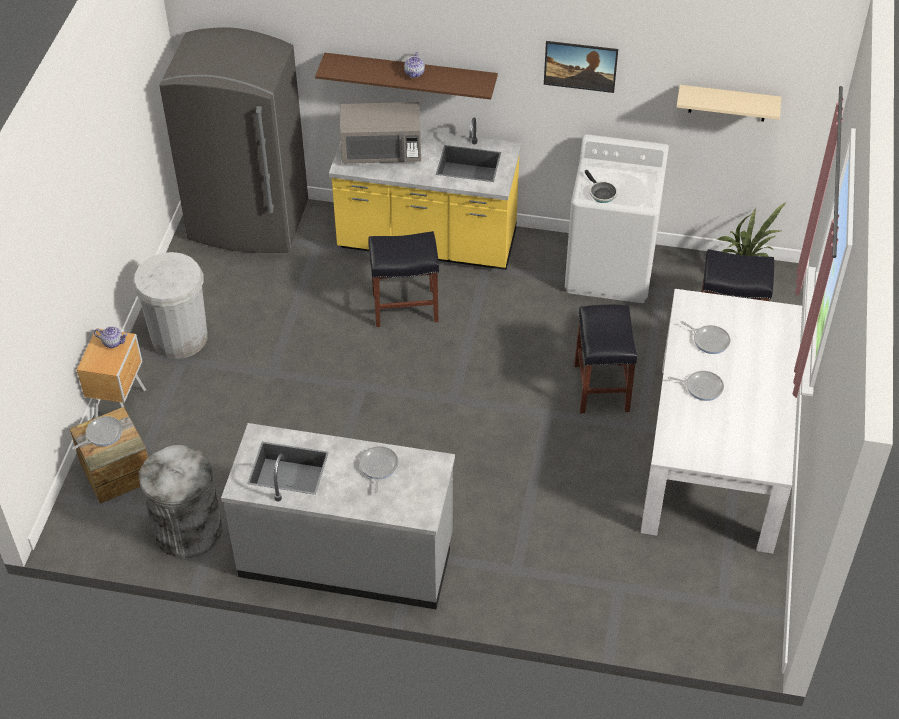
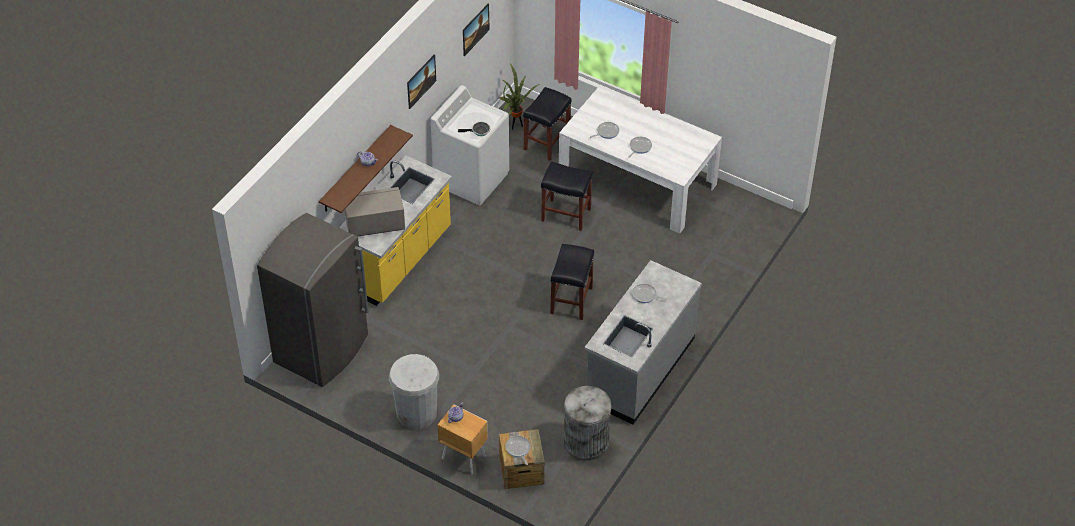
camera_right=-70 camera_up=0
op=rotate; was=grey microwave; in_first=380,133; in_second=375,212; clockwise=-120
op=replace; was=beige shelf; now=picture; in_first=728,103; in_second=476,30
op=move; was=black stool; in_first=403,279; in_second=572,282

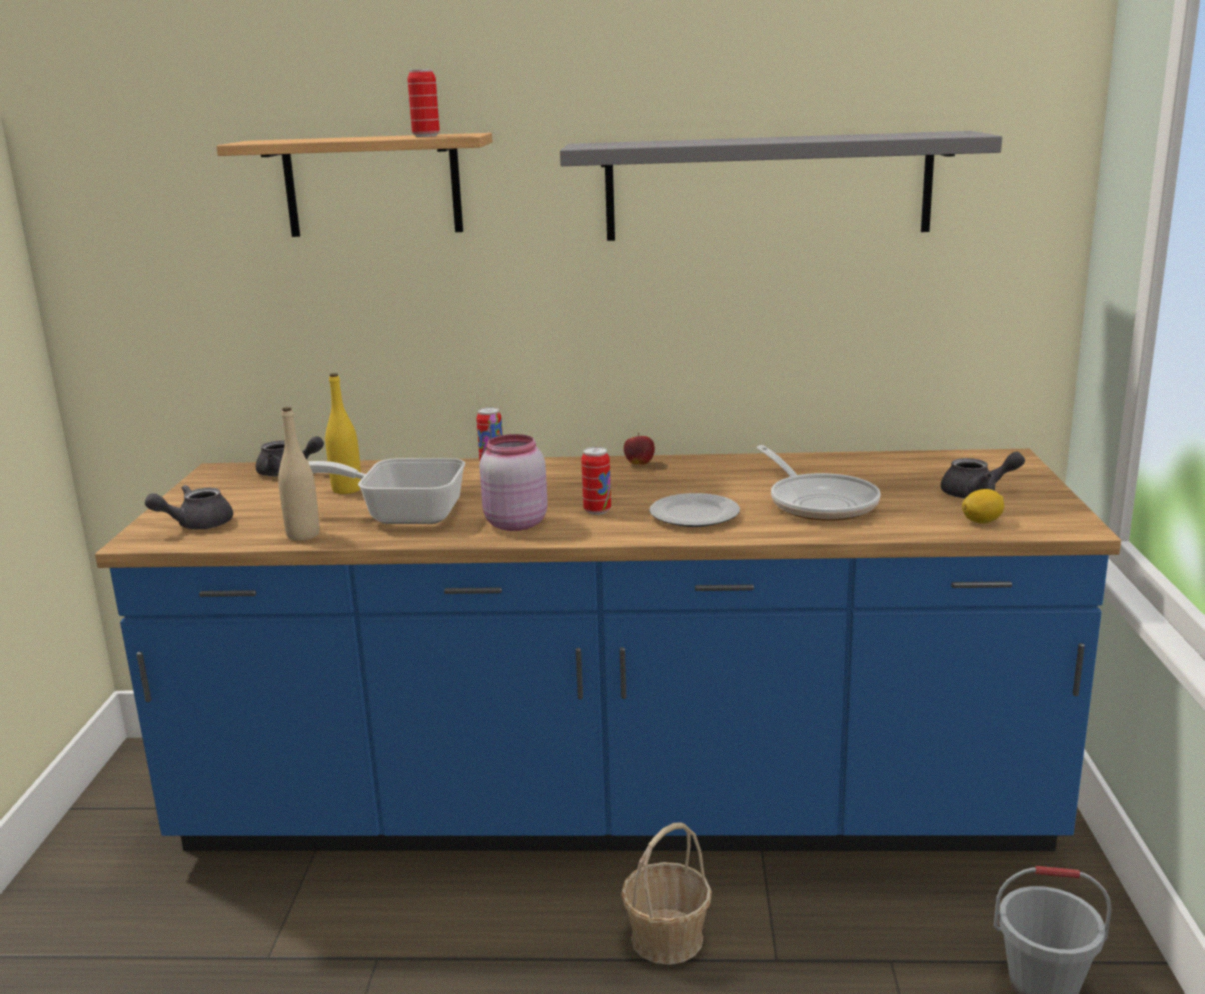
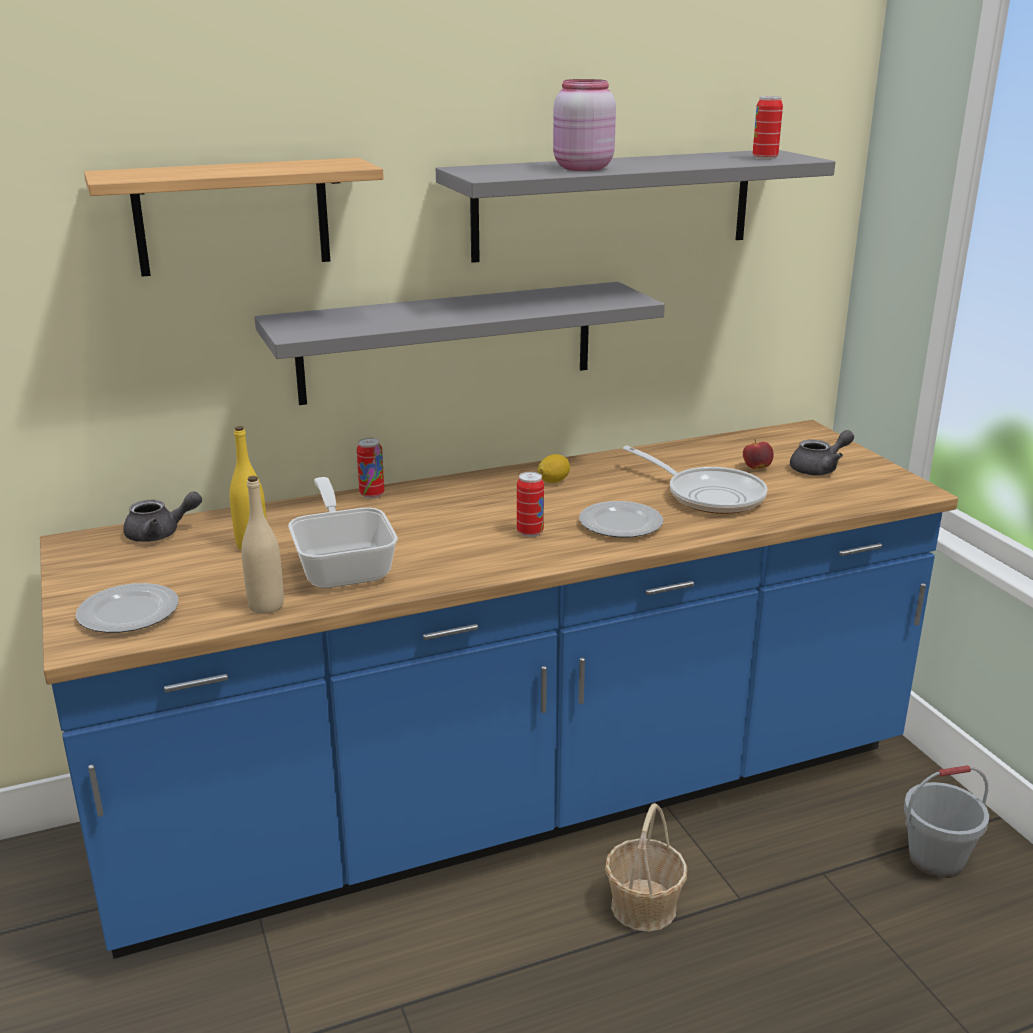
camera_right=-25 camera_up=5
op=replace; was=grey teapot; now=plate; in_first=189,507; in_second=127,608
op=insert; now=grey shelf; in_second=460,343
op=rotate; was=frying pan; in_first=386,491; in_second=343,532; clockwise=90
op=move; was=lemon; in_first=983,506; in_second=554,468
op=move; was=pink jar; in_first=514,482; in_second=584,125
op=move; was=apple; in_first=639,448; in_second=758,454
op=move; was=can; in_first=424,103; in_second=768,128

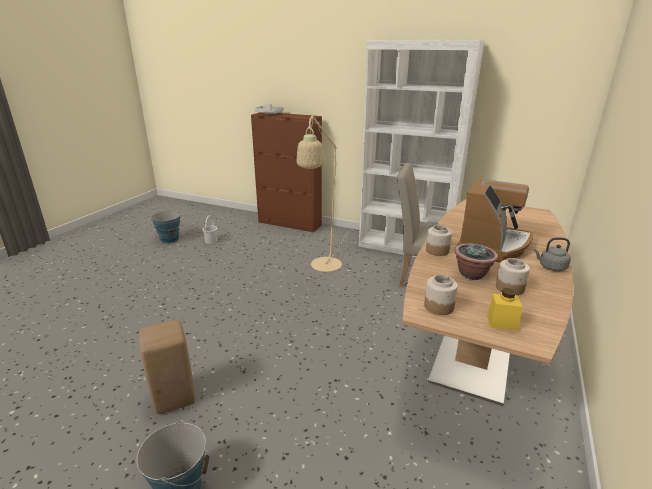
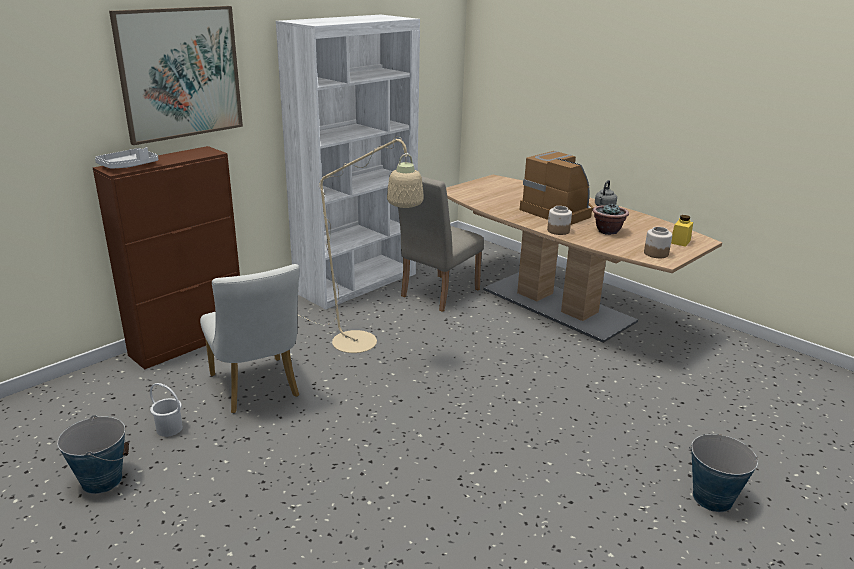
camera_right=-70 camera_up=0
op=insert; now=picture; in_second=176,75
op=insert; now=white chair; in_second=249,338
op=delete; was=beige stool; in_first=167,367
op=delete; was=jar; in_first=513,276

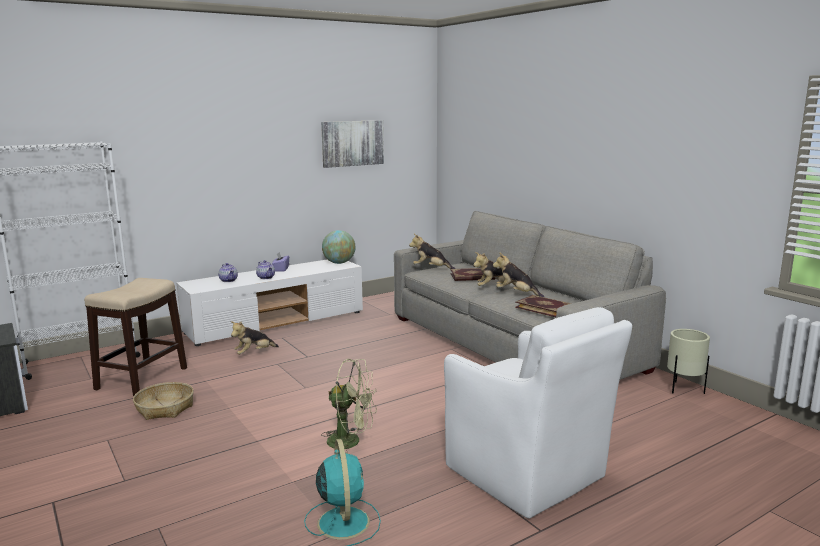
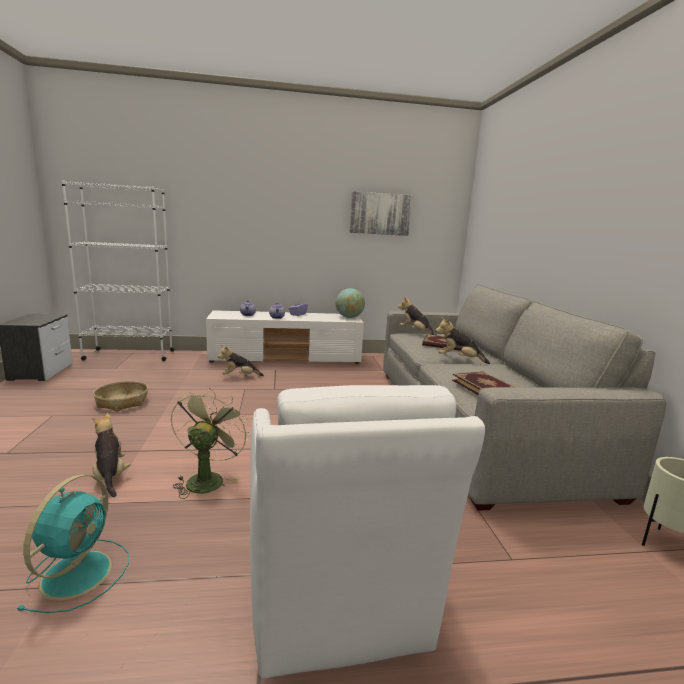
camera_right=25 camera_up=0
op=move; was=plush toy; in_first=518,274; in_second=111,455
op=rotate; was=green fan; in_first=348,406; in_second=210,443; clockwise=-120
op=delete; was=stool; in_first=135,337

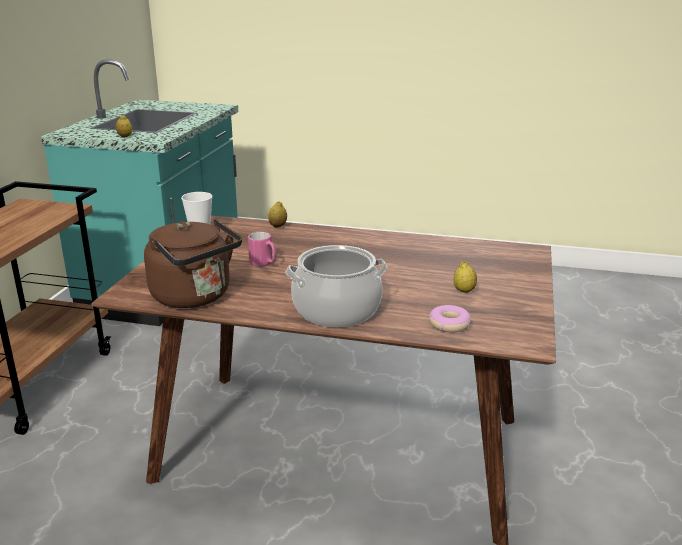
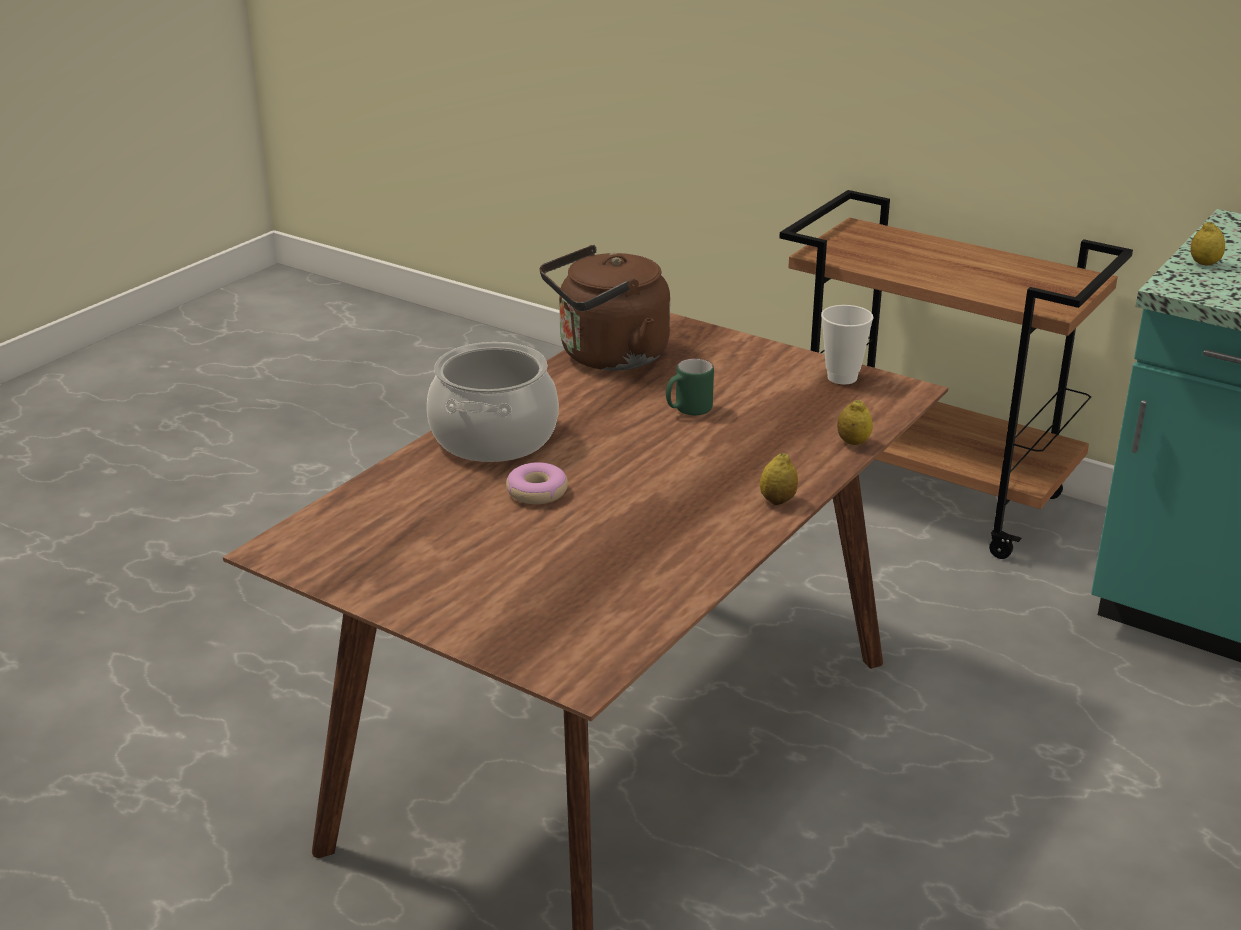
camera_right=110 camera_up=5
op=move; was=donut; in_first=450,318; in_second=537,483
op=recolor; was=pink mug; now=green mug; in_first=262,249; in_second=690,386
op=move; was=lemon; in_first=465,277; in_second=779,479

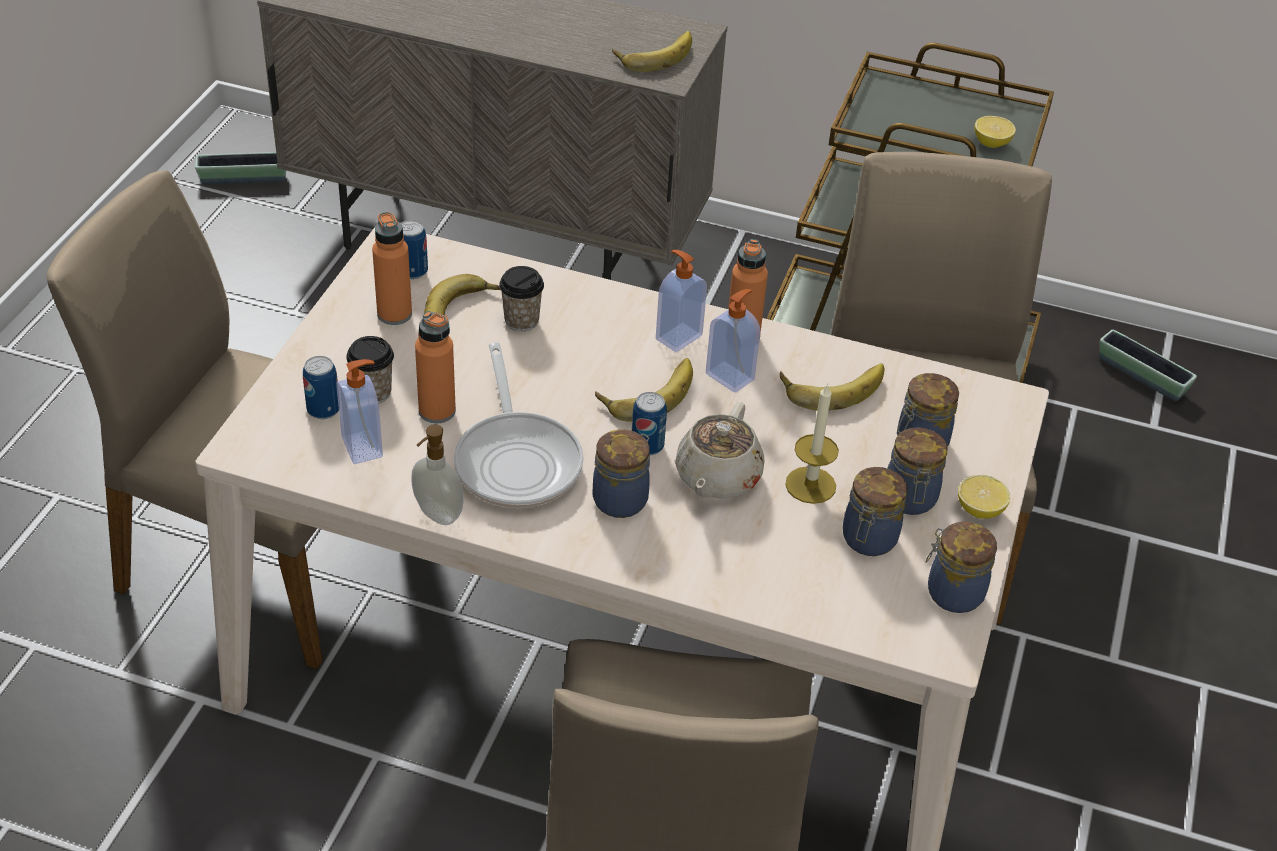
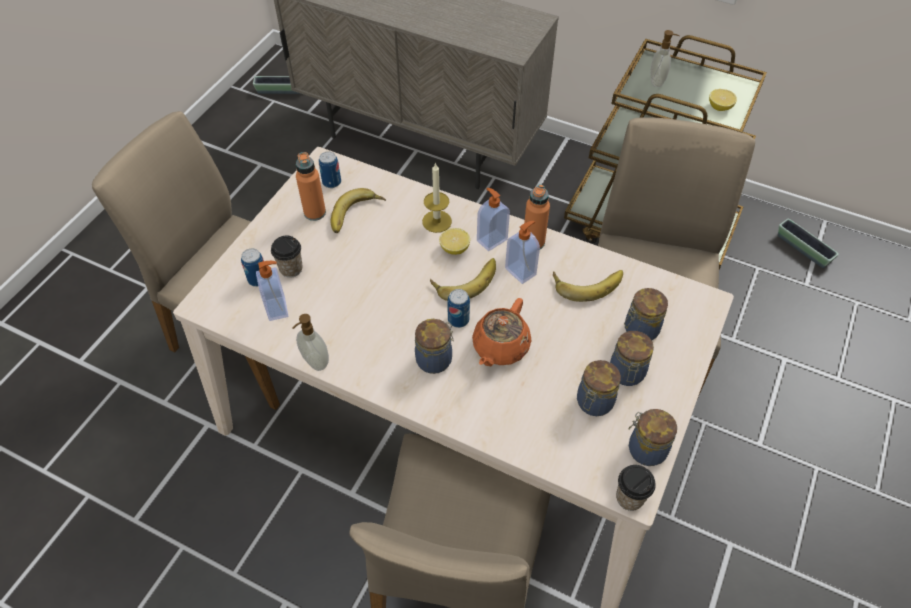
camera_right=10 camera_up=10
op=move; was=candle; in_first=812,443; in_second=437,197
op=move; was=lemon; in_first=984,497; in_second=454,241
op=recolor; was=beige teapot; now=orange teapot; in_first=719,450; in_second=501,332
op=move; was=cup; in_first=521,298; in_second=636,488
op=insert; now=soap dispenser; in_second=665,58
op=delete; was=orange bottle; in_first=435,367
op=delete; was=frying pan; in_first=518,425
op=delete; was=banana; in_first=652,51

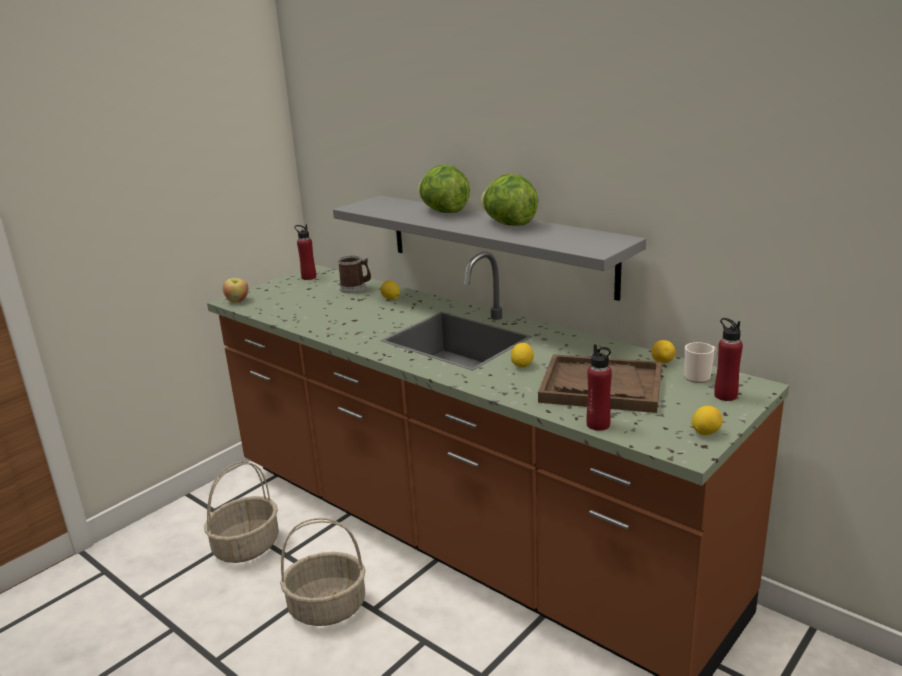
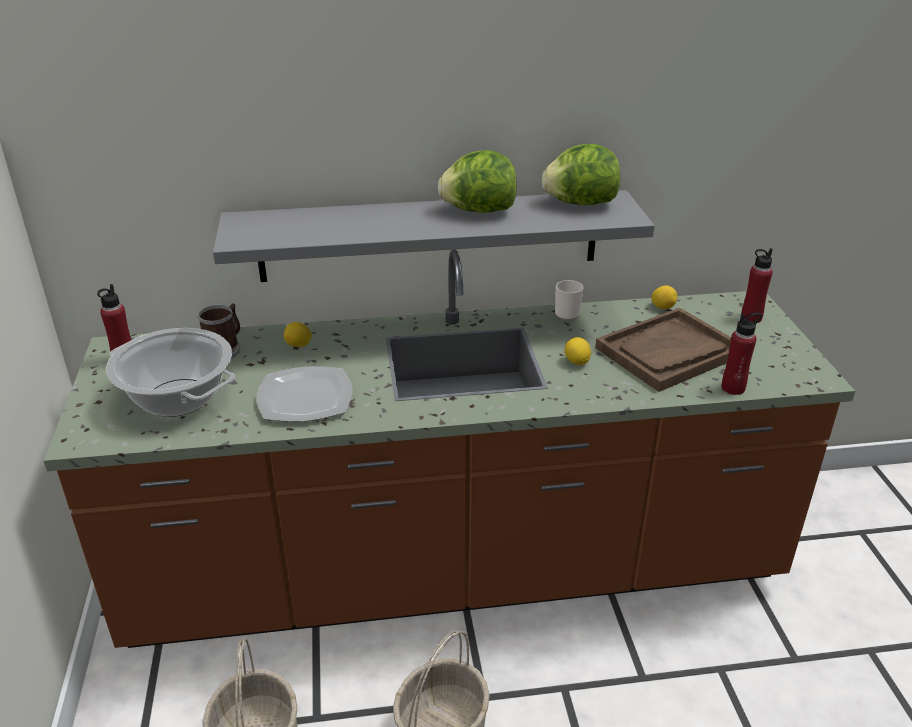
camera_right=-50 camera_up=10
op=insert; now=cooking pot; in_second=170,372
op=insert; now=plate; in_second=304,394
op=move; was=lettuce; in_first=444,189; in_second=581,174
op=move; was=mug; in_first=700,362; in_second=569,300
op=delete; was=apple; in_first=235,290
op=delete; was=lemon; in_first=706,420

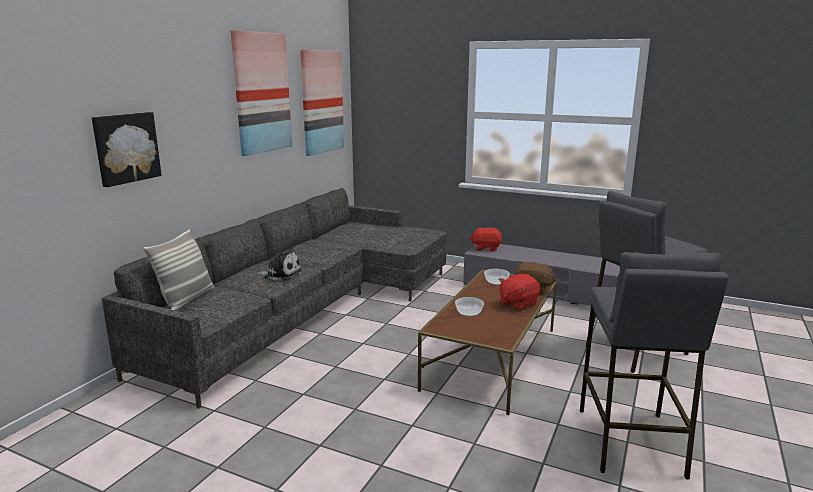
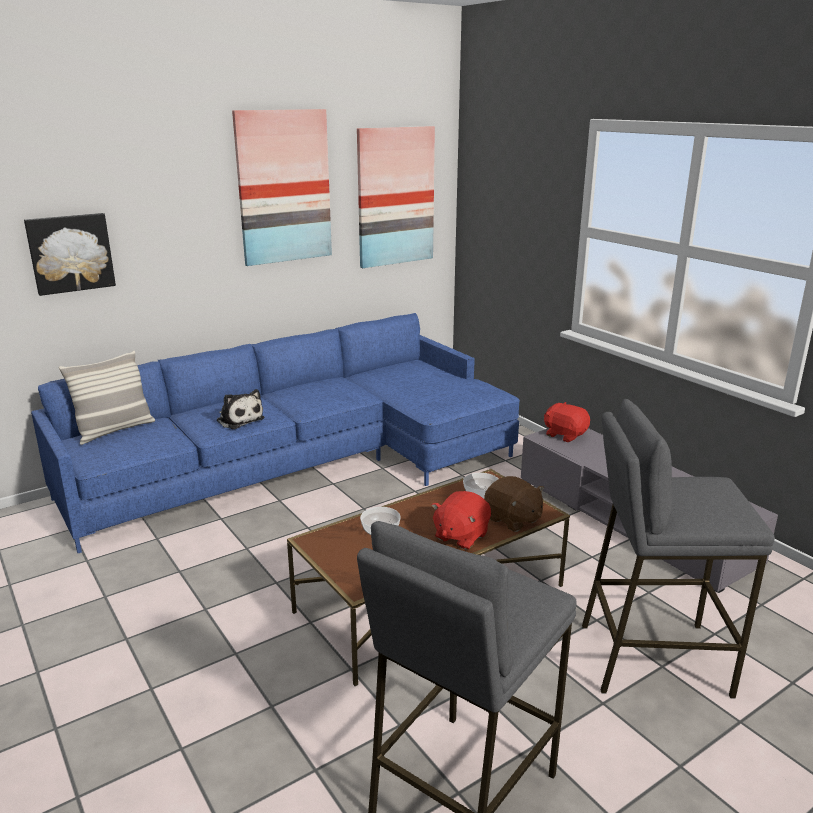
camera_right=30 camera_up=5
op=recolor; was=grey sofa; now=blue sofa; in_first=274,298; in_second=275,433
op=rotate; was=red plush toy; in_first=519,292; in_second=461,520; clockwise=-45

